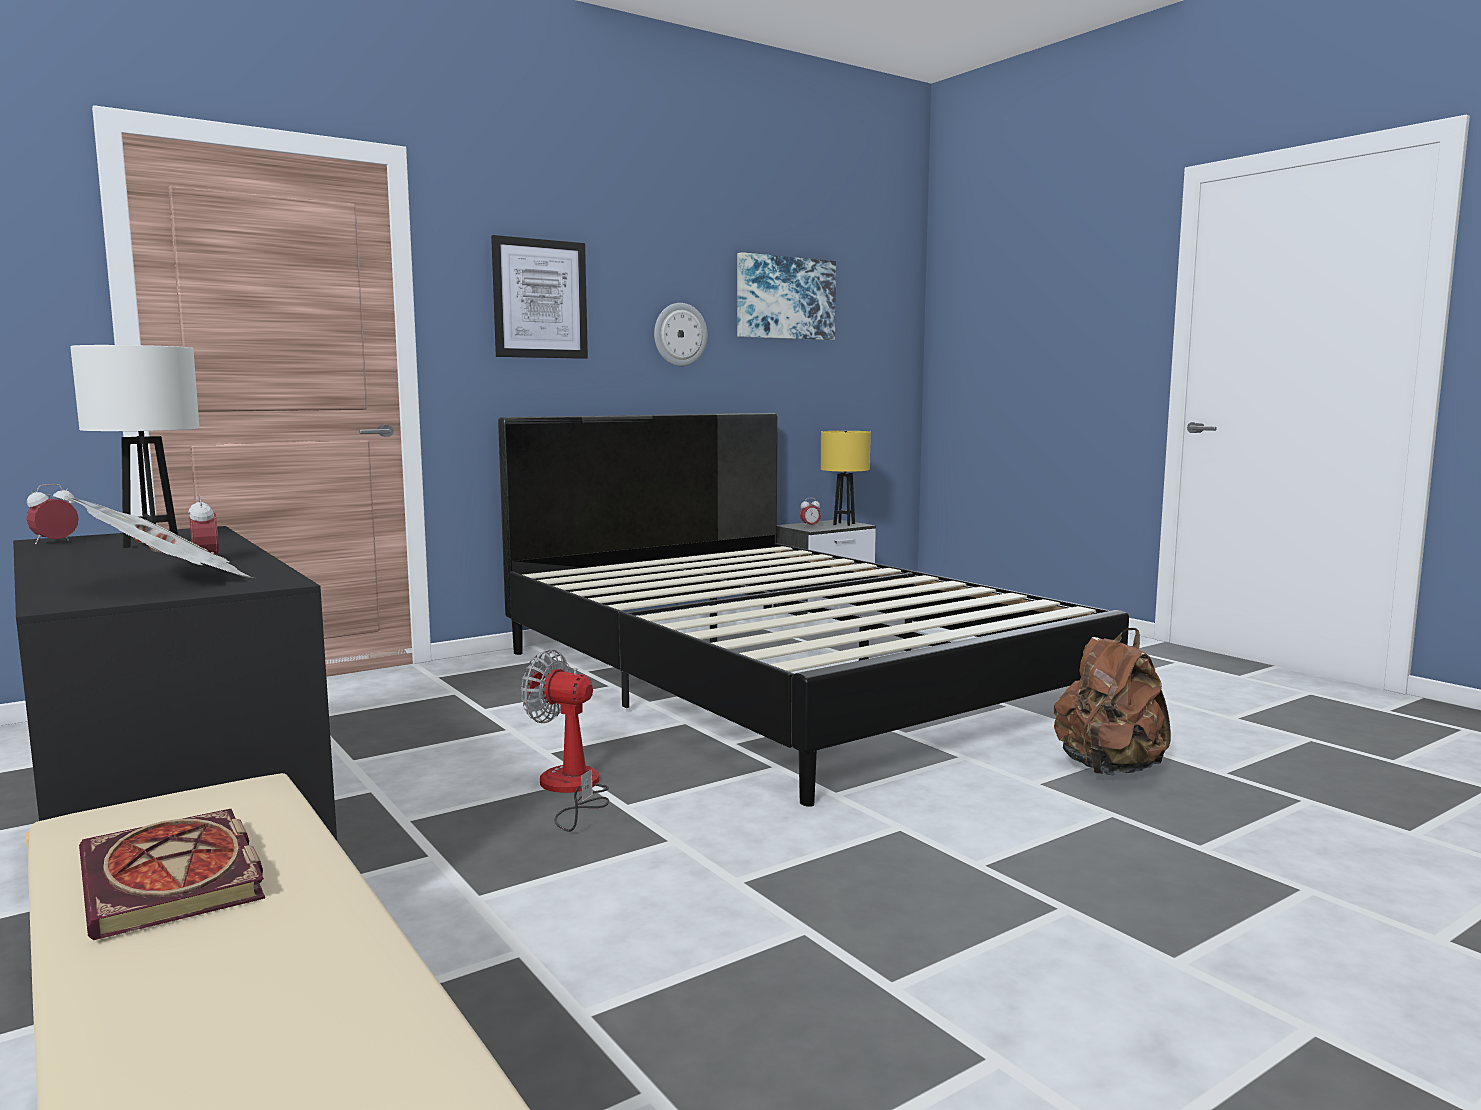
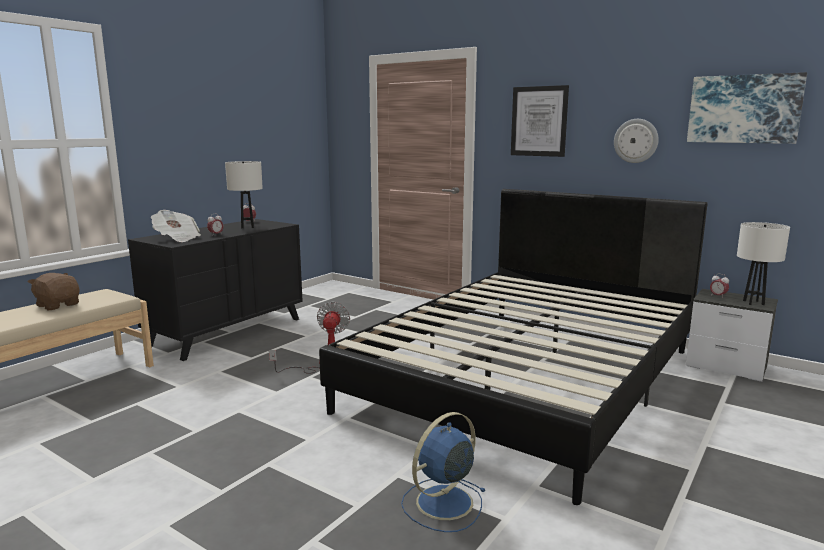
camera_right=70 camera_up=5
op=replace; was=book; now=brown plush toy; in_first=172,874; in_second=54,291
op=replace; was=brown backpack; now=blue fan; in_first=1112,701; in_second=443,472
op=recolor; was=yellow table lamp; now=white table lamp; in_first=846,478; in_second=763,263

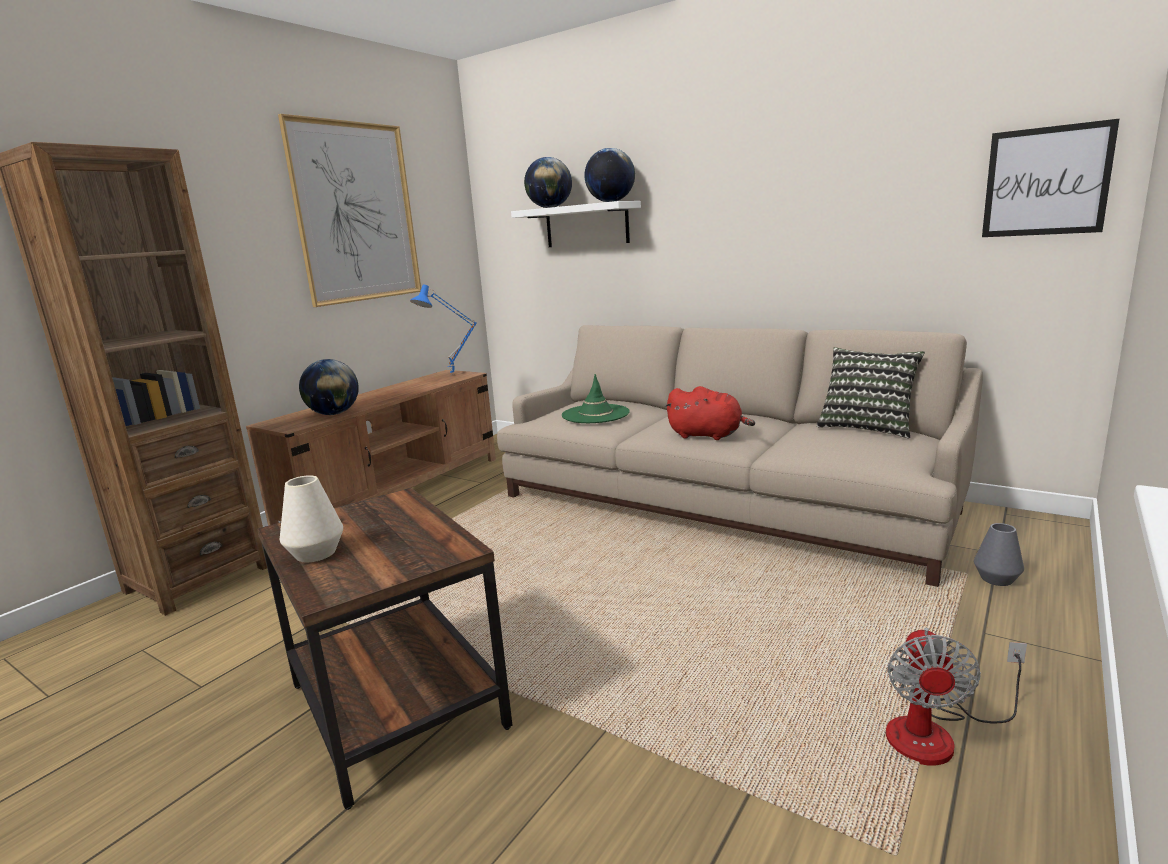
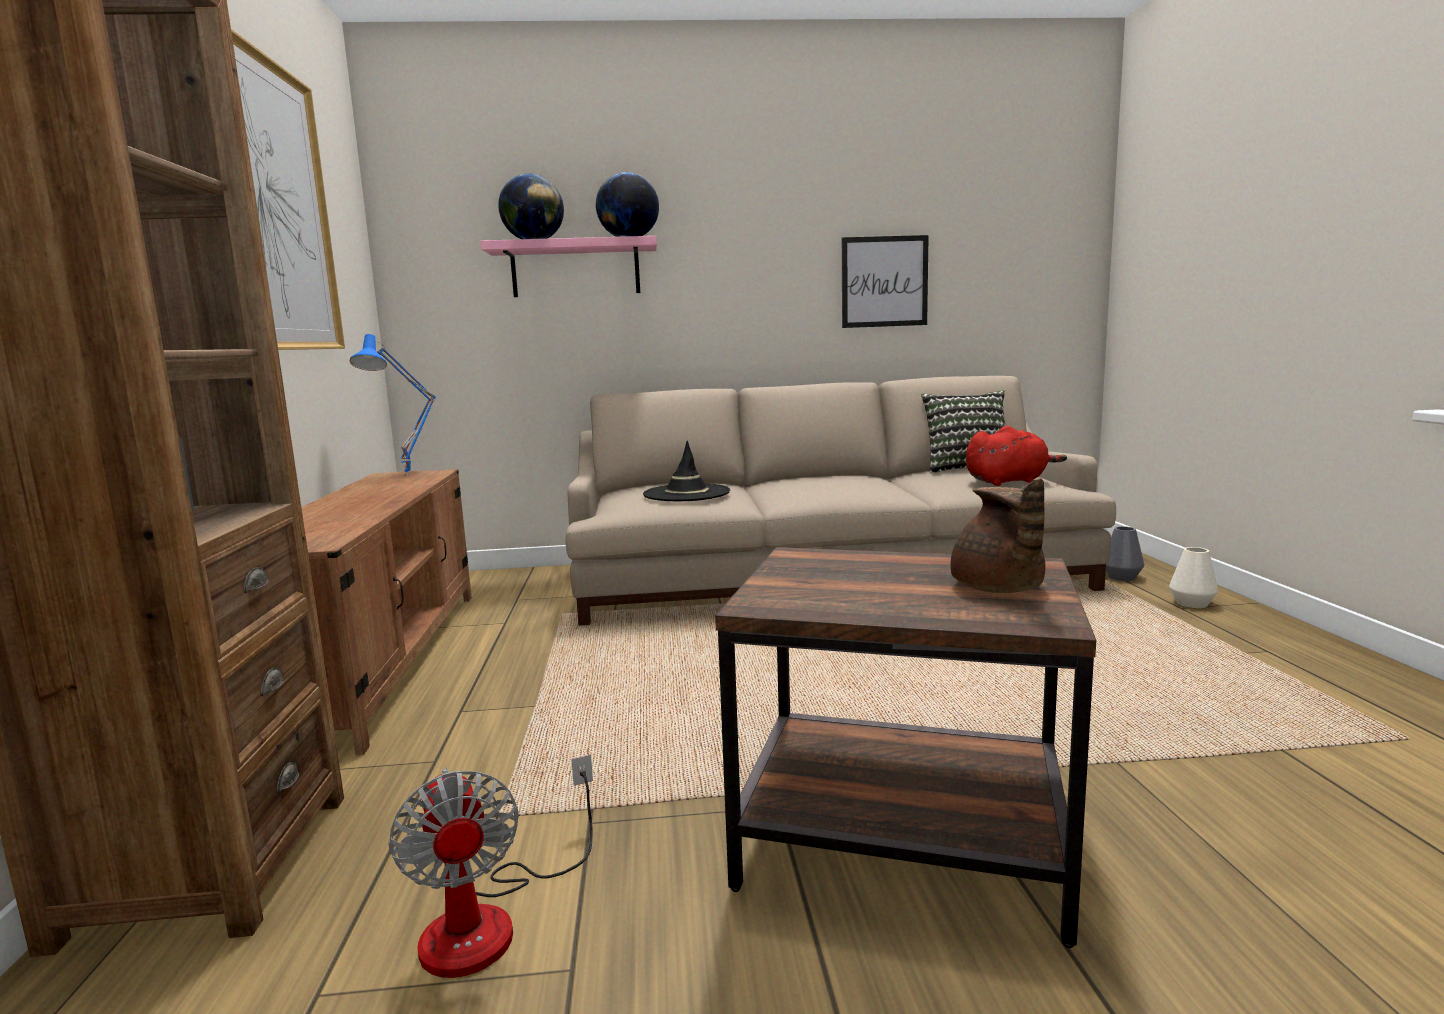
camera_right=-40 camera_up=-5
op=move; was=fan; in_first=956,697; in_second=490,866
op=recolor; was=white shelf; now=pink shelf; in_first=576,224; in_second=568,266
op=recolor; was=green hat; now=black hat; in_first=596,398; in_second=686,471
op=move; was=picture; in_first=1051,177; in_second=885,281
op=insert; now=brown teapot; in_second=998,535
op=move; was=red plush toy; in_first=710,413; in_second=1016,456
op=move; was=white vase; in_first=311,518; in_second=1193,577
op=delete; was=globe; in_first=329,387

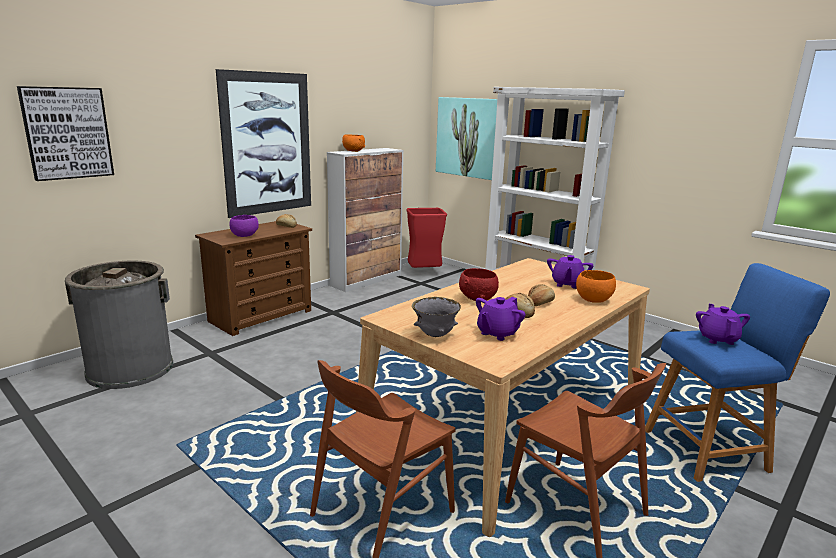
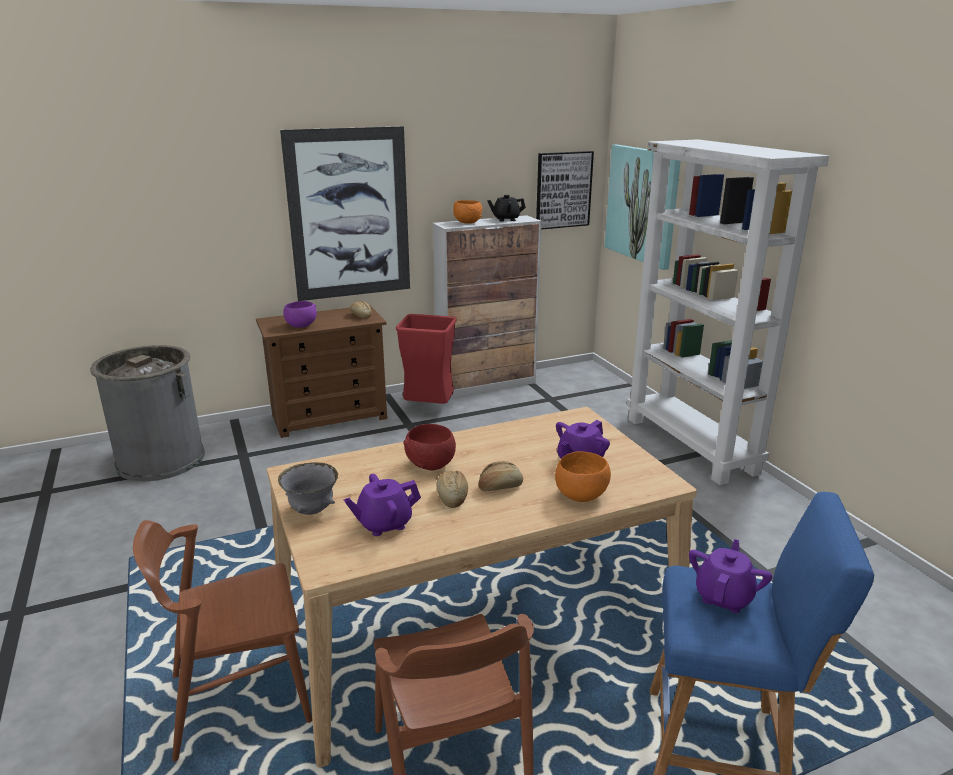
camera_right=25 camera_up=5
op=move; was=red trash can; in_first=426,238; in_second=426,359
op=insert; now=black teapot; in_second=506,208
op=move; was=picture; in_first=65,133; in_second=565,190

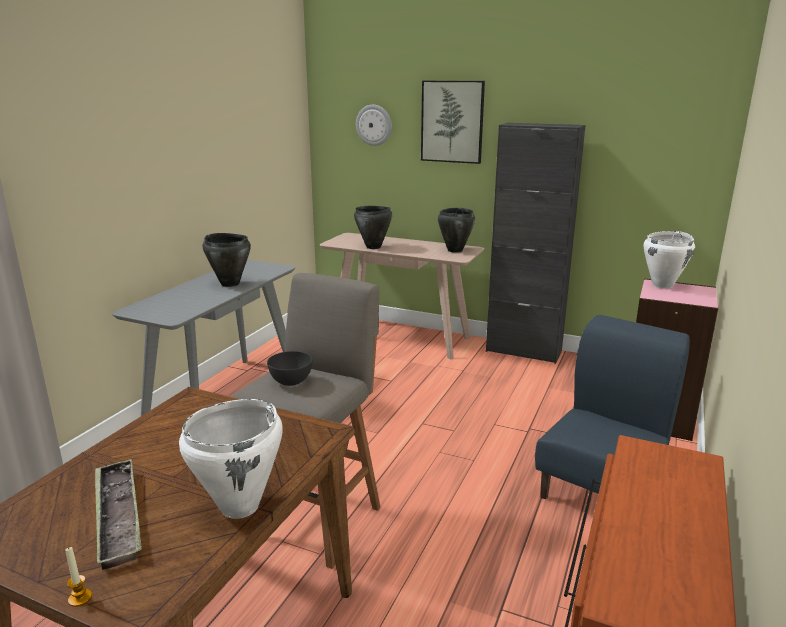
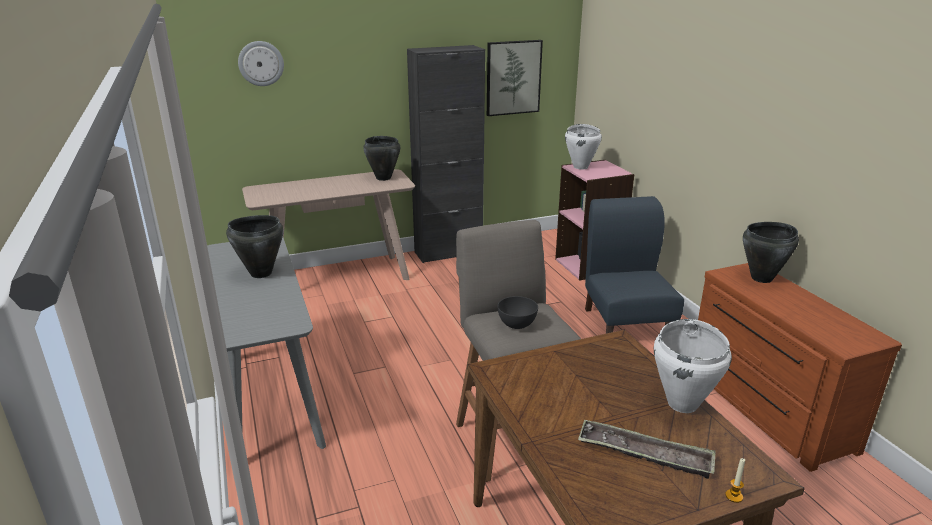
camera_right=-45 camera_up=5
op=move; was=picture; in_first=453,122; in_second=515,78
op=move; was=black cooking pot; in_first=373,227; in_second=771,252

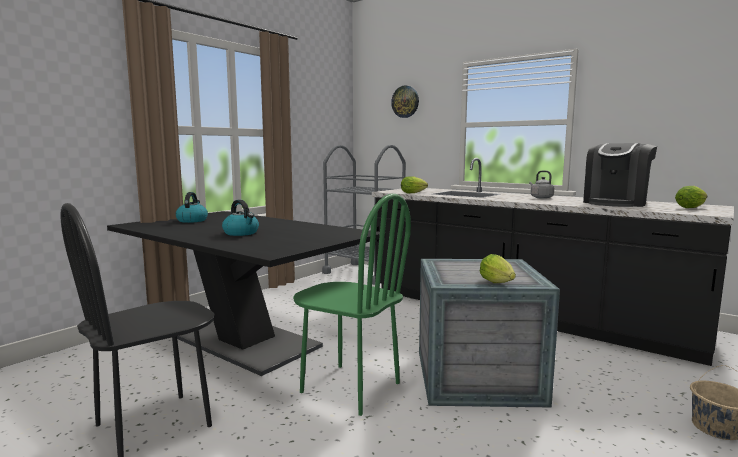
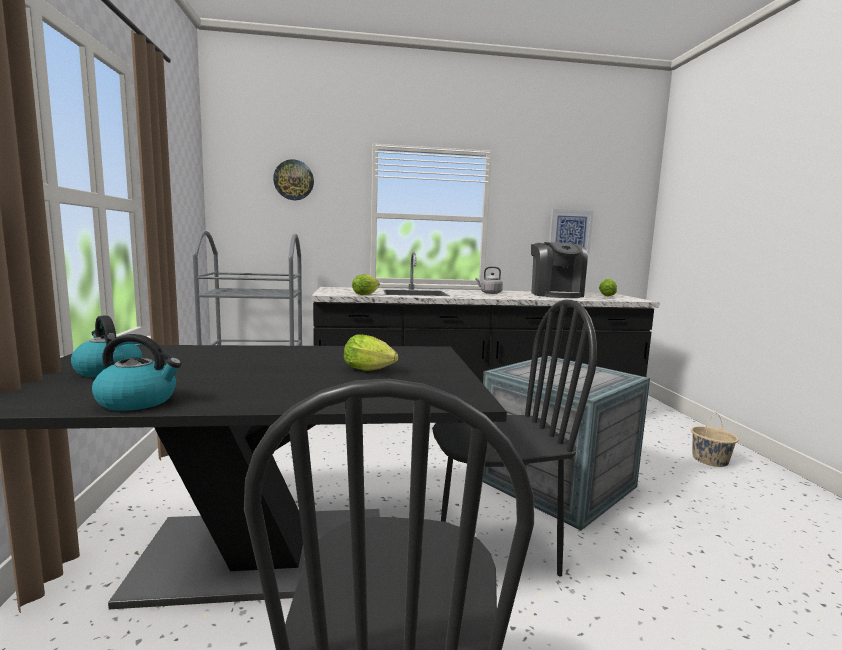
camera_right=-45 camera_up=0
op=move; was=kettle; in_first=240,218; in_second=137,372
op=move; was=lettuce; in_first=498,268; in_second=371,352
op=recolor; was=green chair; now=black chair; in_first=352,305; in_second=514,438
op=insert; now=picture; in_second=571,231

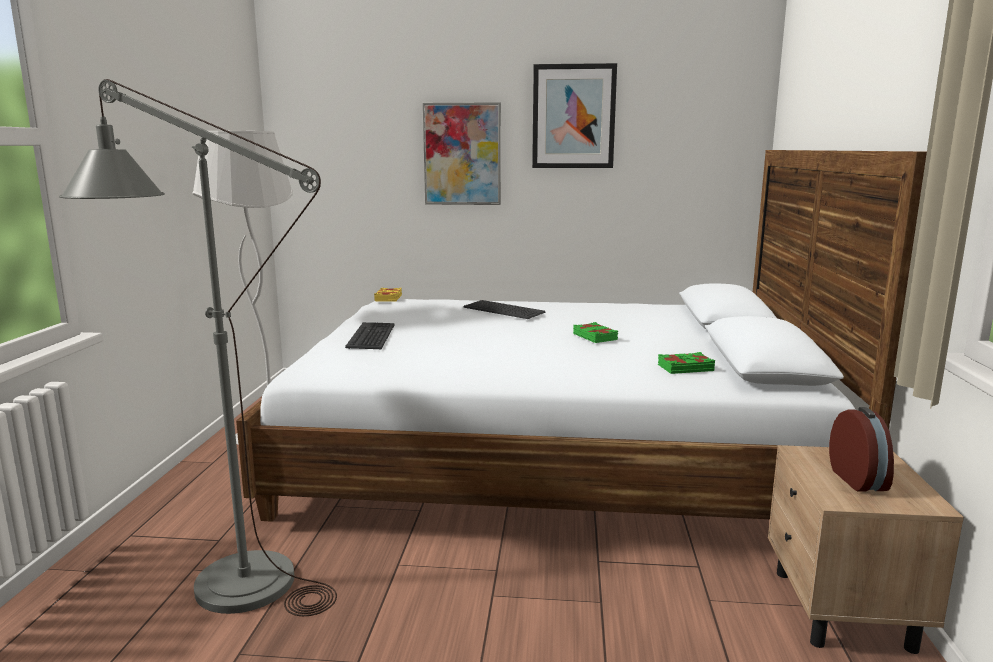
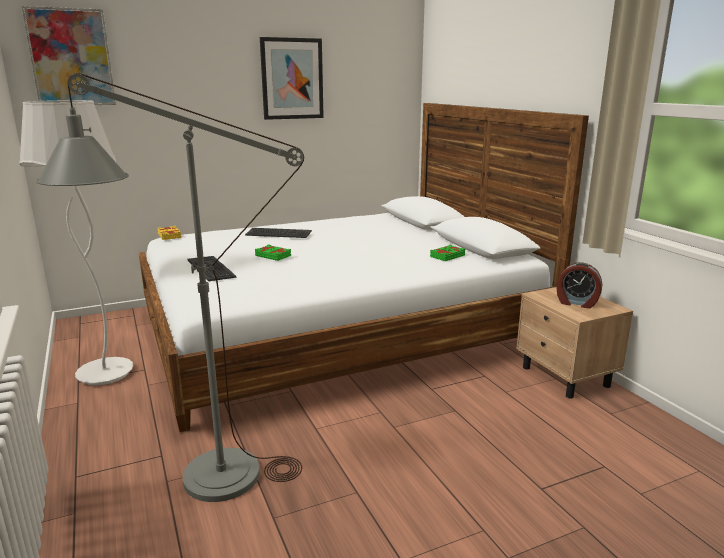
camera_right=-30 camera_up=5
op=move; was=picture; in_first=462,153; in_second=69,55
op=move; was=green book; in_first=595,332; in_second=273,252
op=rotate; was=alarm clock; in_first=861,449; in_second=579,285; clockwise=150

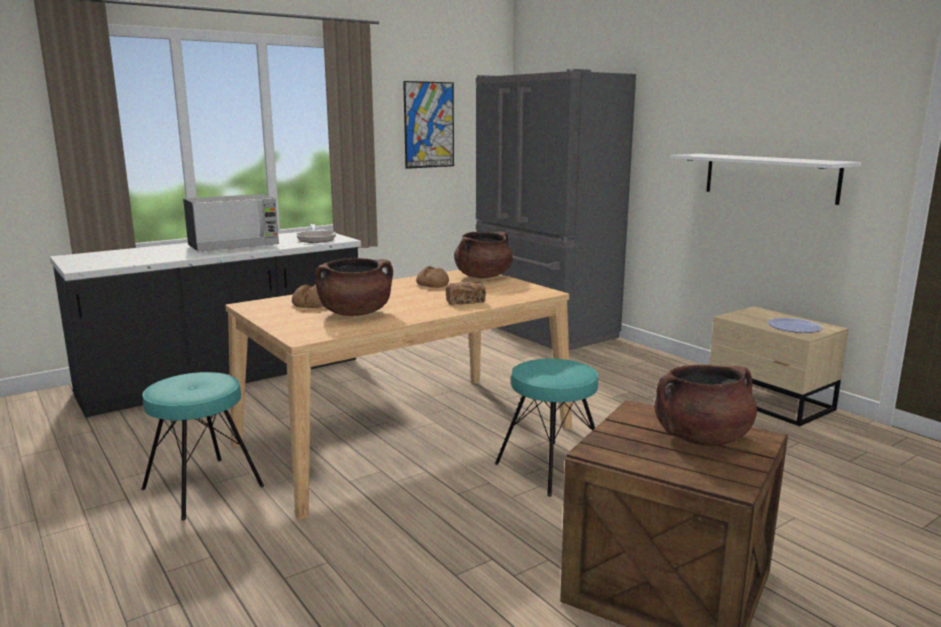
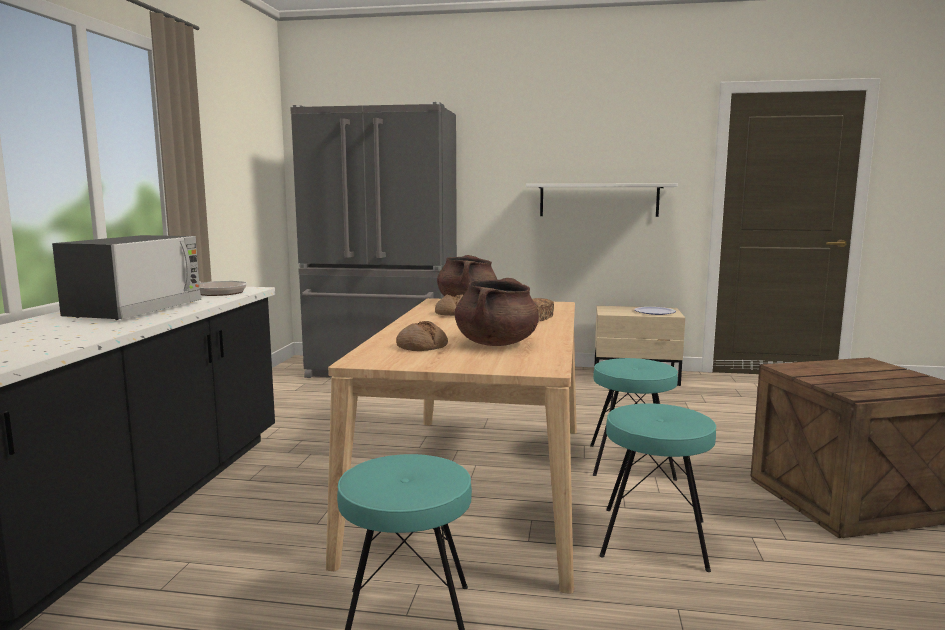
camera_right=-45 camera_up=-5
op=insert; now=turquoise stool; in_second=657,487
op=delete; was=picture; in_first=428,125
op=delete; was=brown cooking pot; in_first=706,405

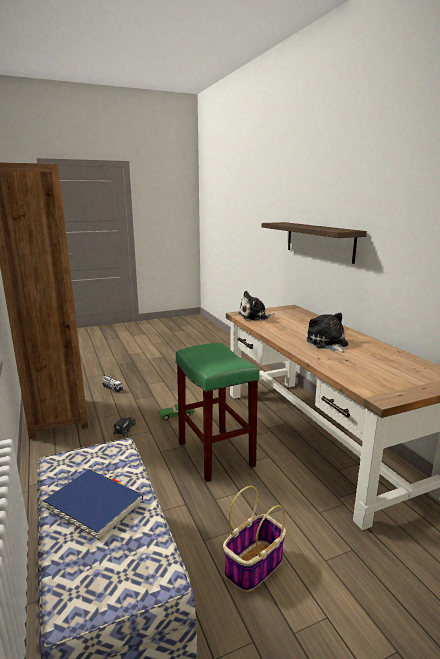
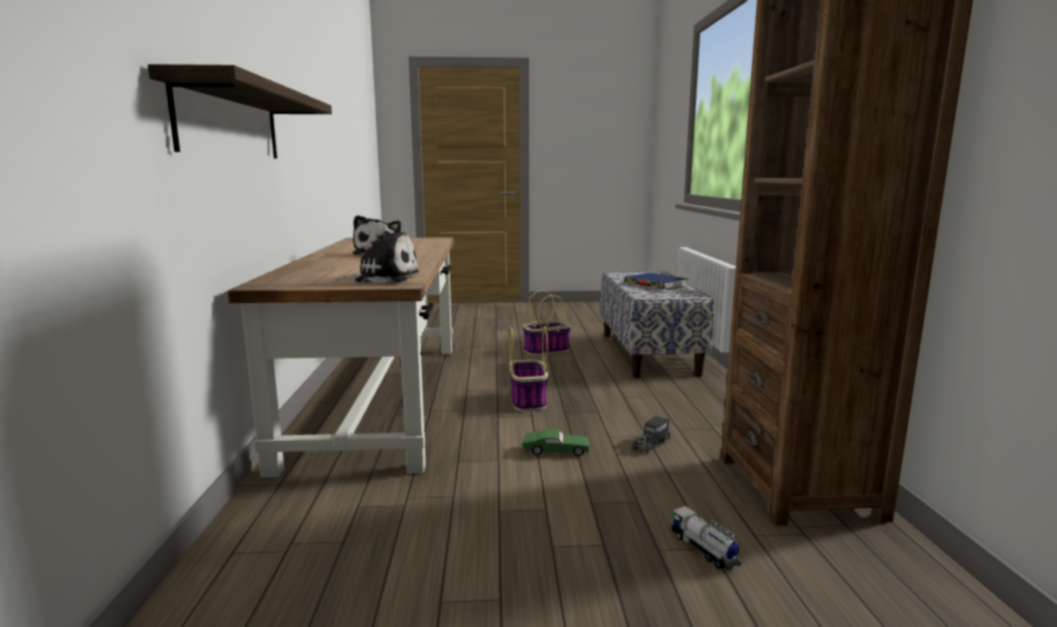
camera_right=-160 camera_up=-5
op=replace; was=green stool; now=basket; in_first=218,412; in_second=528,368

